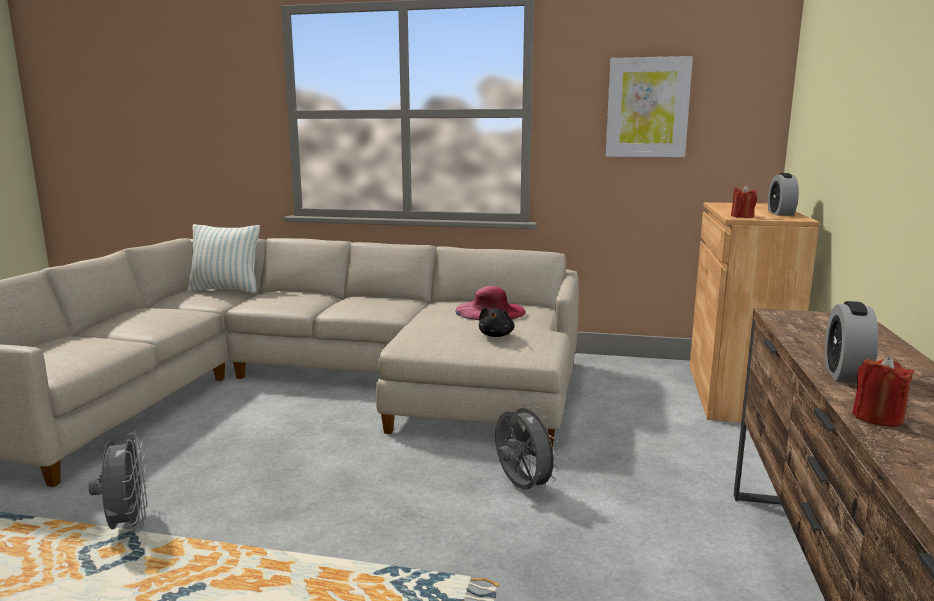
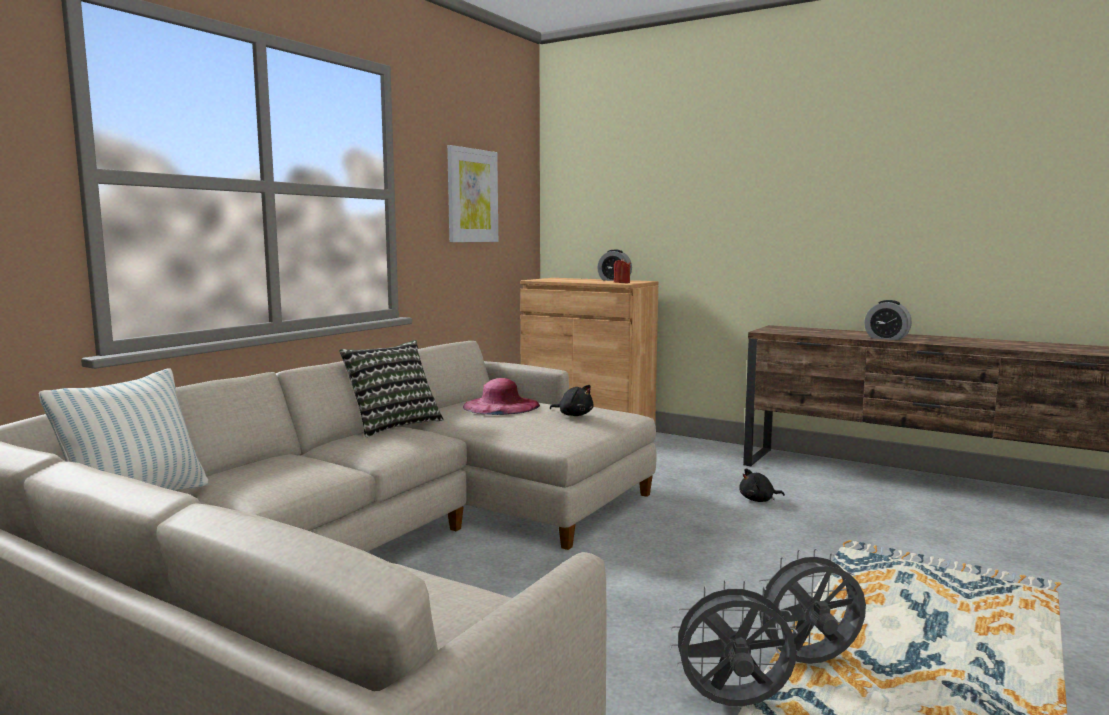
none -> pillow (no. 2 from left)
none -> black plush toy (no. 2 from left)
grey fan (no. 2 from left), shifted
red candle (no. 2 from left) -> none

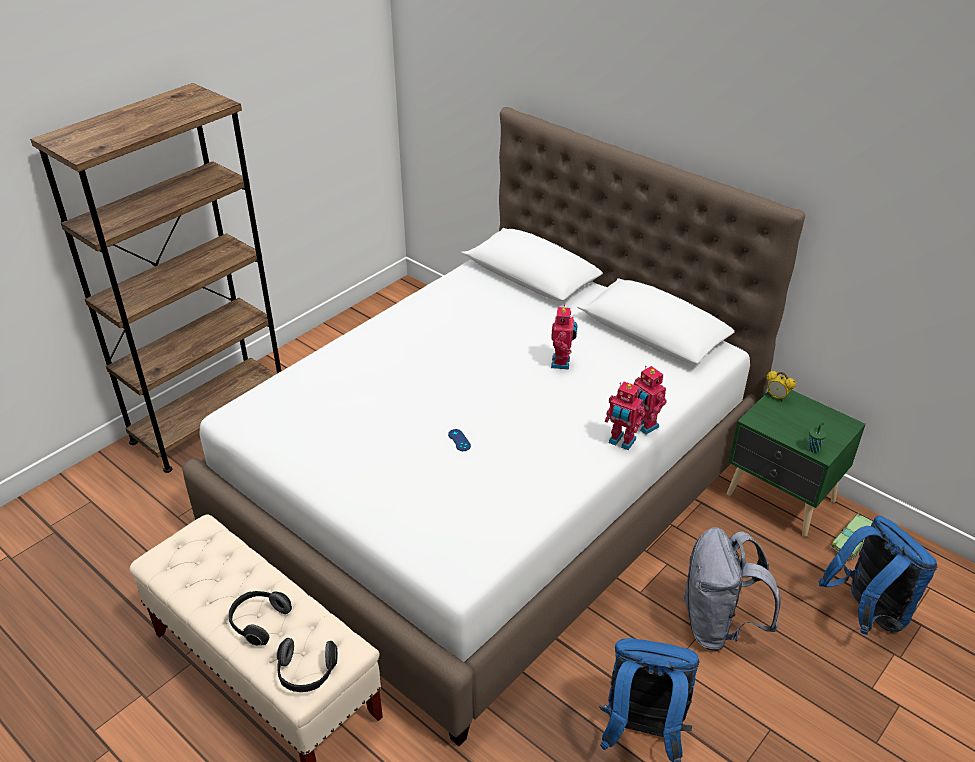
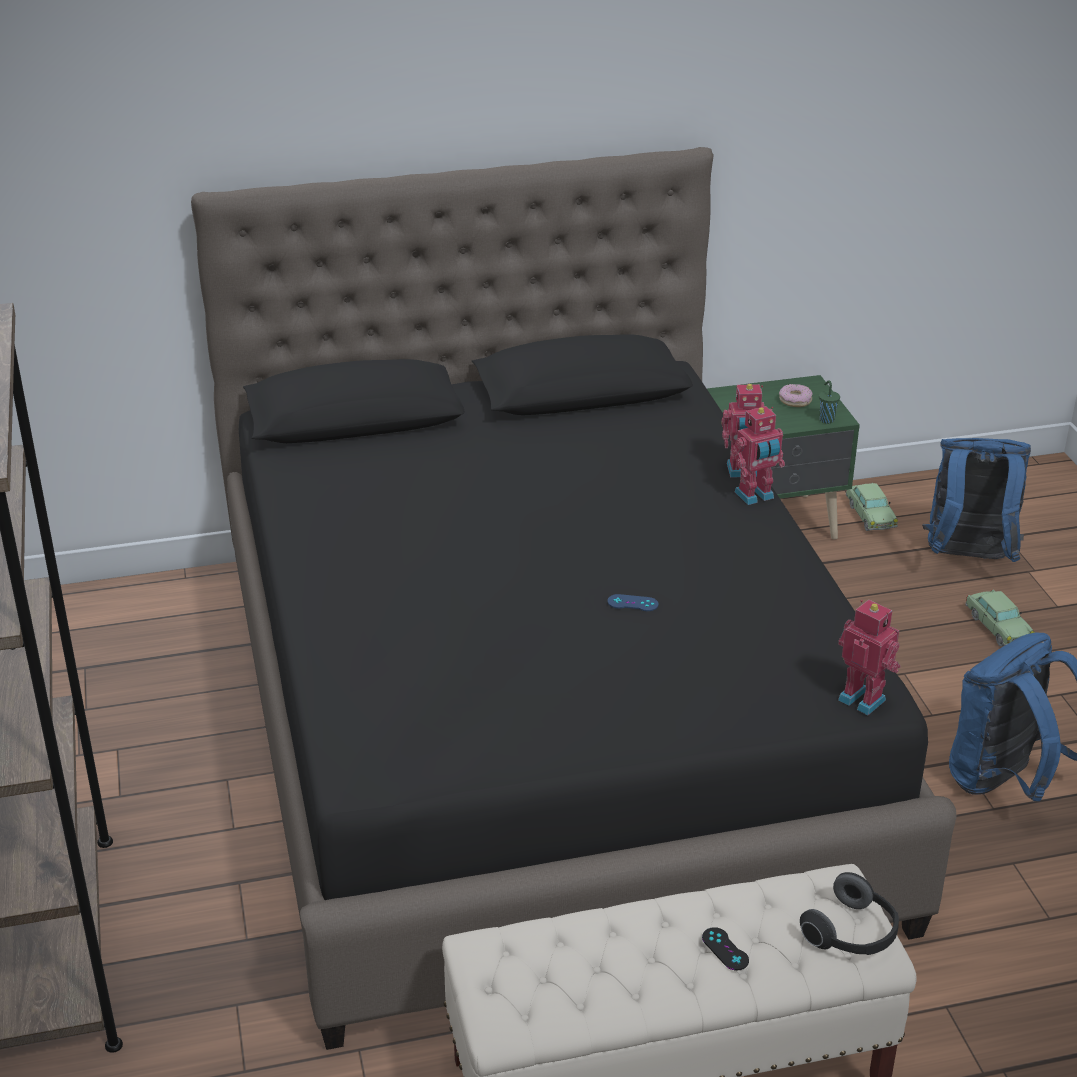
white bed -> black bed
headphones (no. 1 from left) -> black game controller
none -> donut
toy robot (no. 1 from left in the first image) -> toy robot (no. 3 from left), shifted
none -> toy car (no. 2 from left)
grey backpack -> none
alarm clock -> none

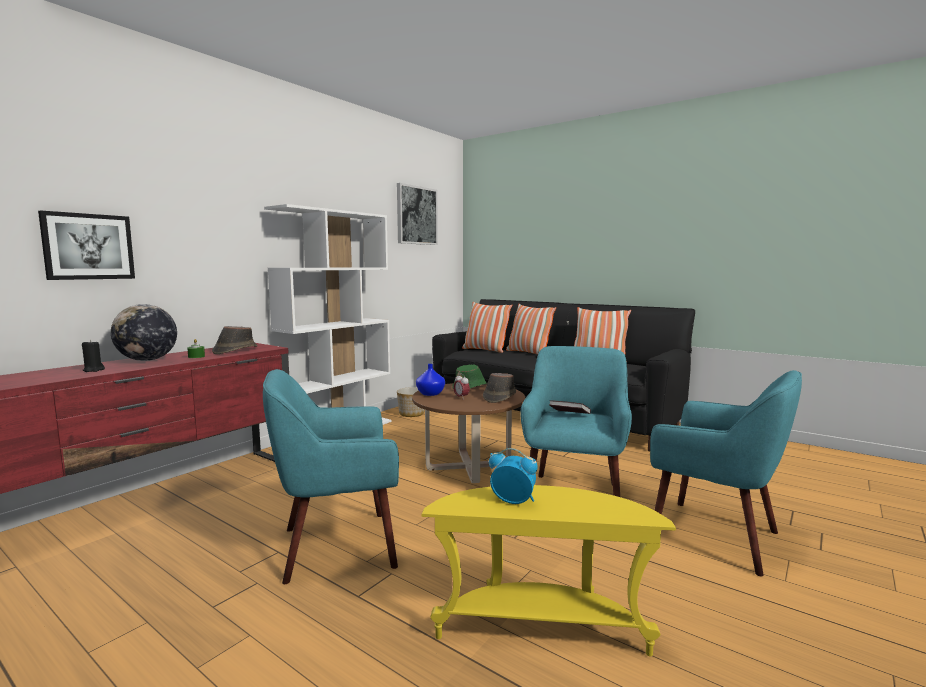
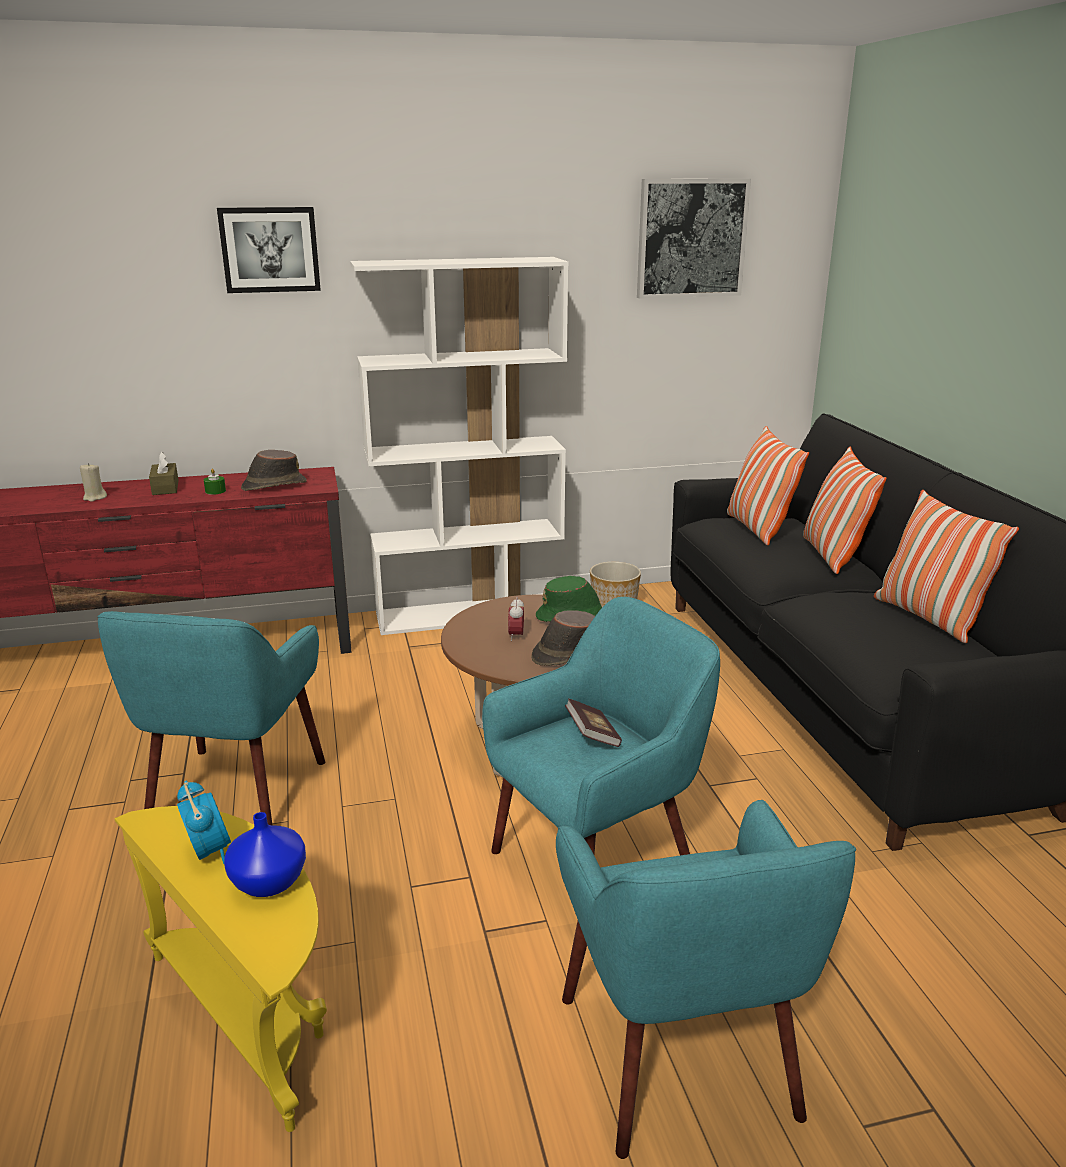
black candle -> beige candle
turquoise armchair (no. 1 from left), 105 degrees counterclockwise
globe -> brown tissue box
picture (no. 1 from left), shifted
blue vase, shifted

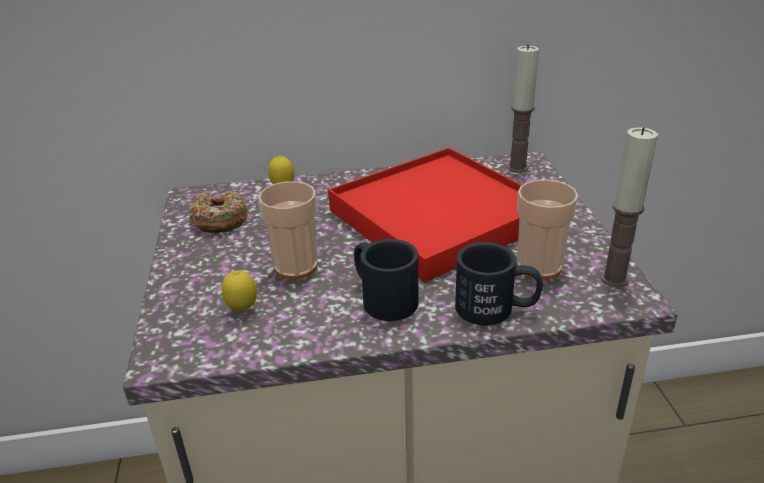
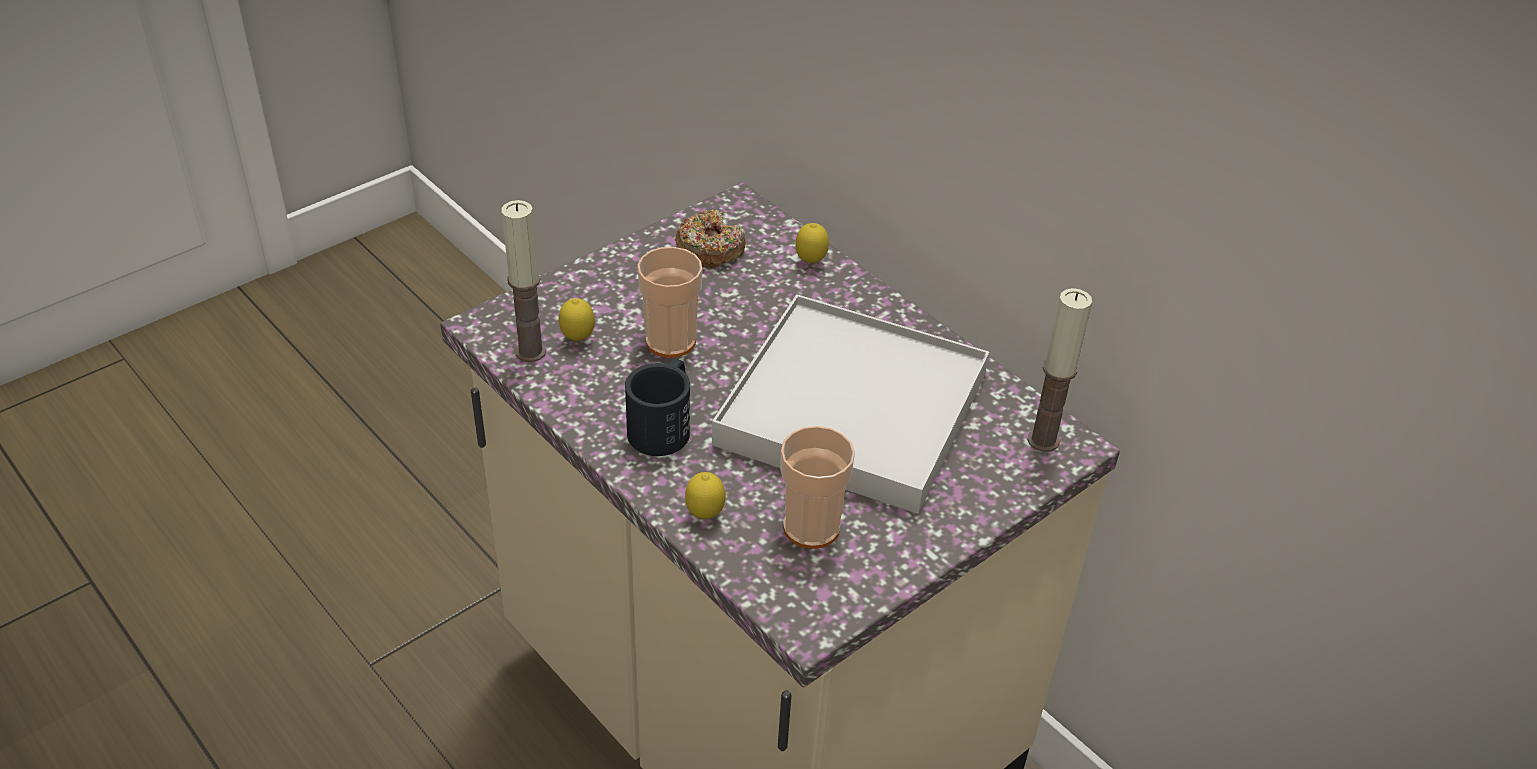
candle (no. 2 from left in the first image) -> candle (no. 1 from left), shifted
black mug (no. 2 from left) -> lemon (no. 2 from left)
red tray -> white tray

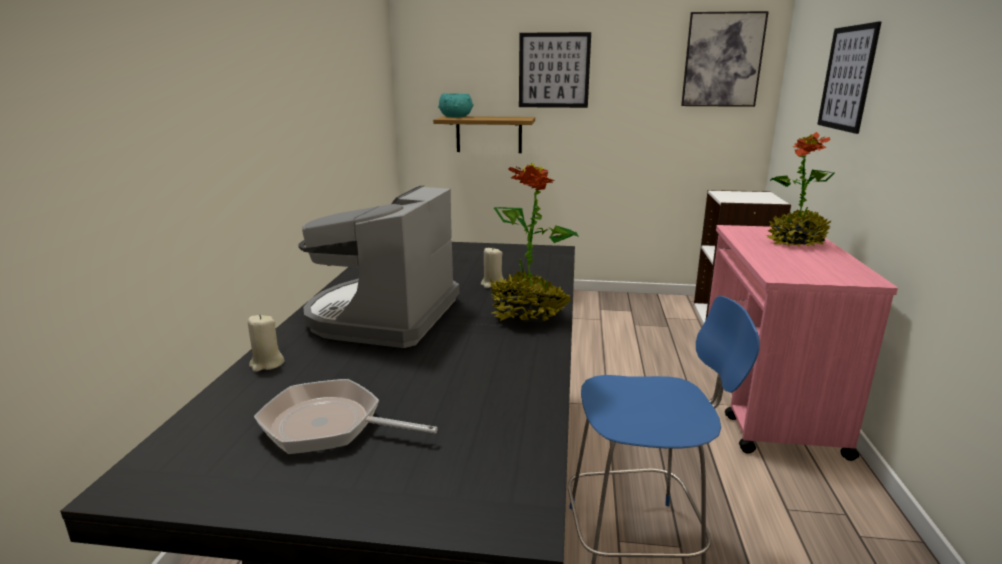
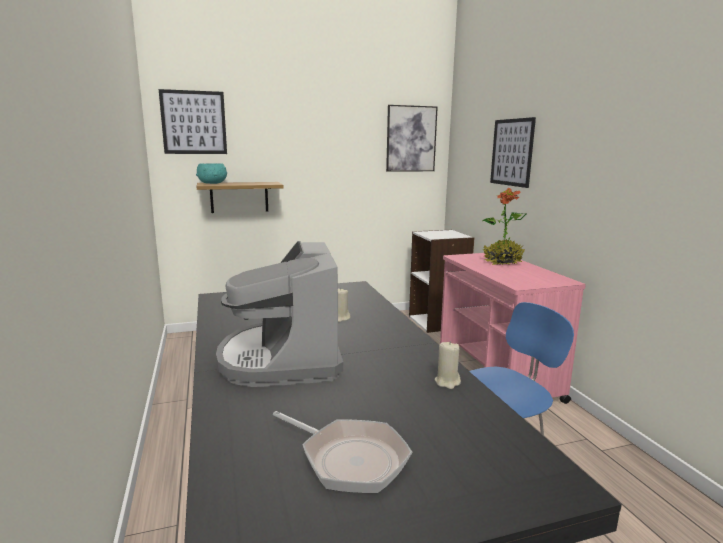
picture (no. 1 from left), shifted
frying pan, 135 degrees counterclockwise
beige candle (no. 1 from left in the first image) -> beige candle (no. 2 from left), shifted
potted plant (no. 1 from left) -> none

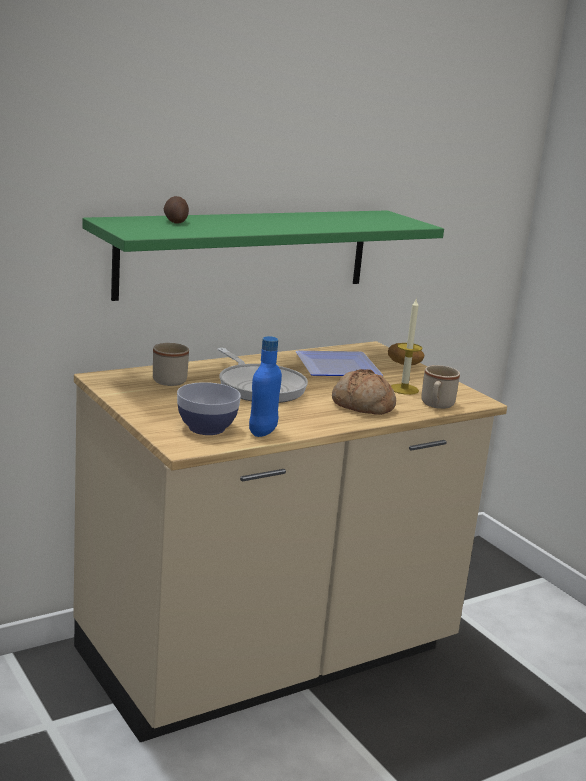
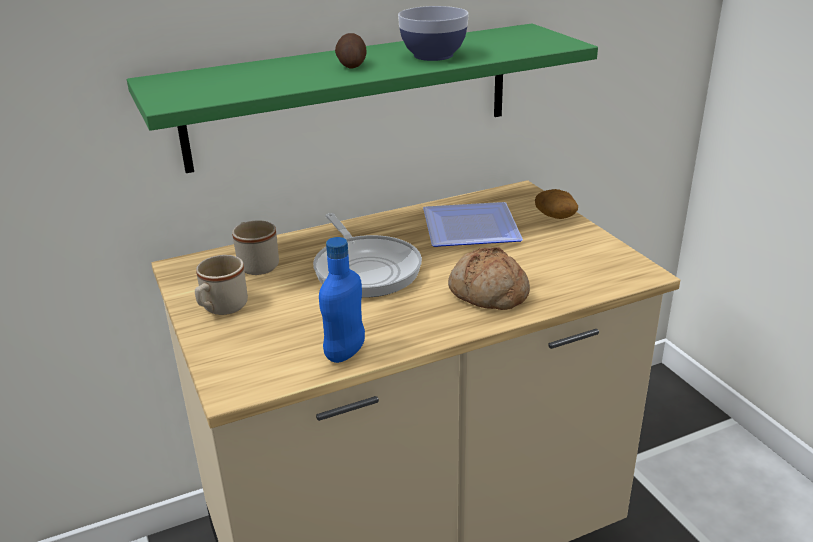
beige mug (no. 2 from left in the first image) -> beige mug (no. 1 from left), shifted
potato (no. 1 from left), shifted
bowl, shifted
candle -> none

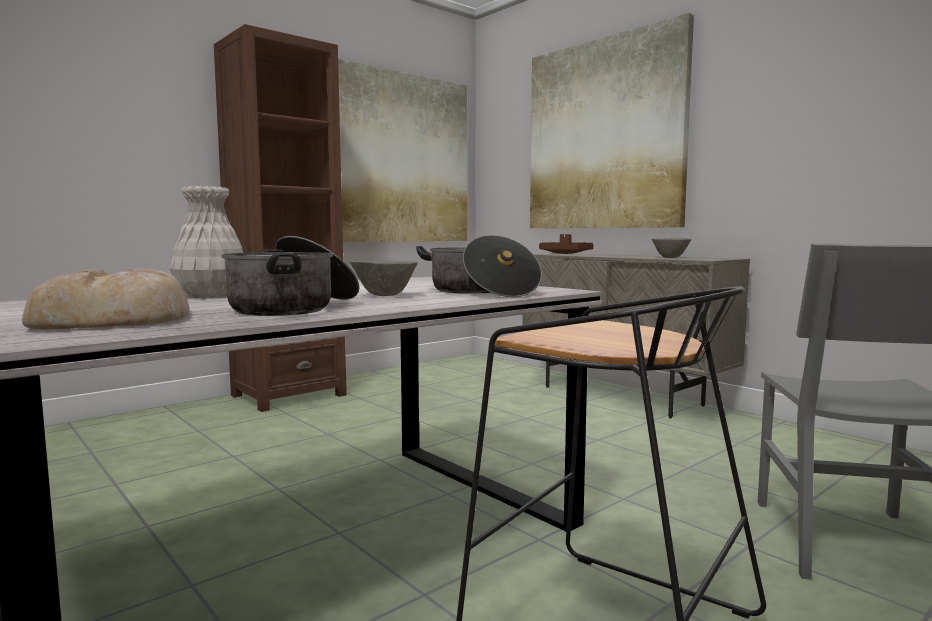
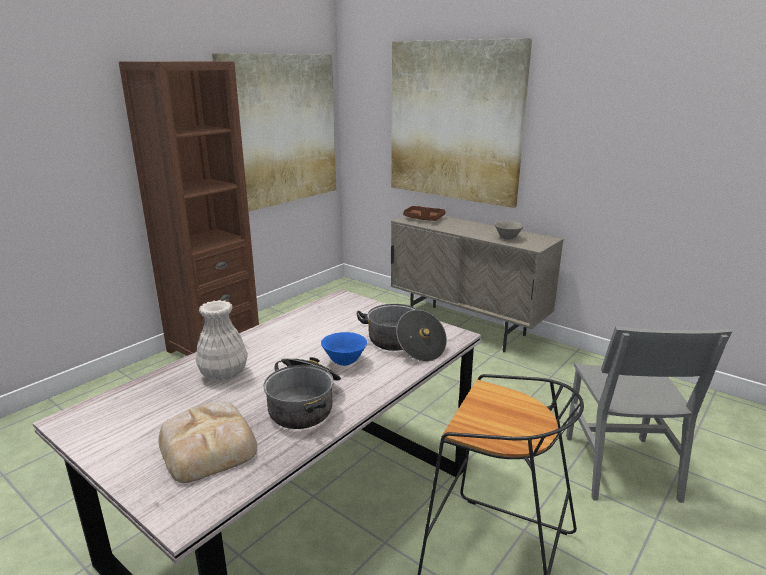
grey bowl (no. 1 from left) -> blue bowl

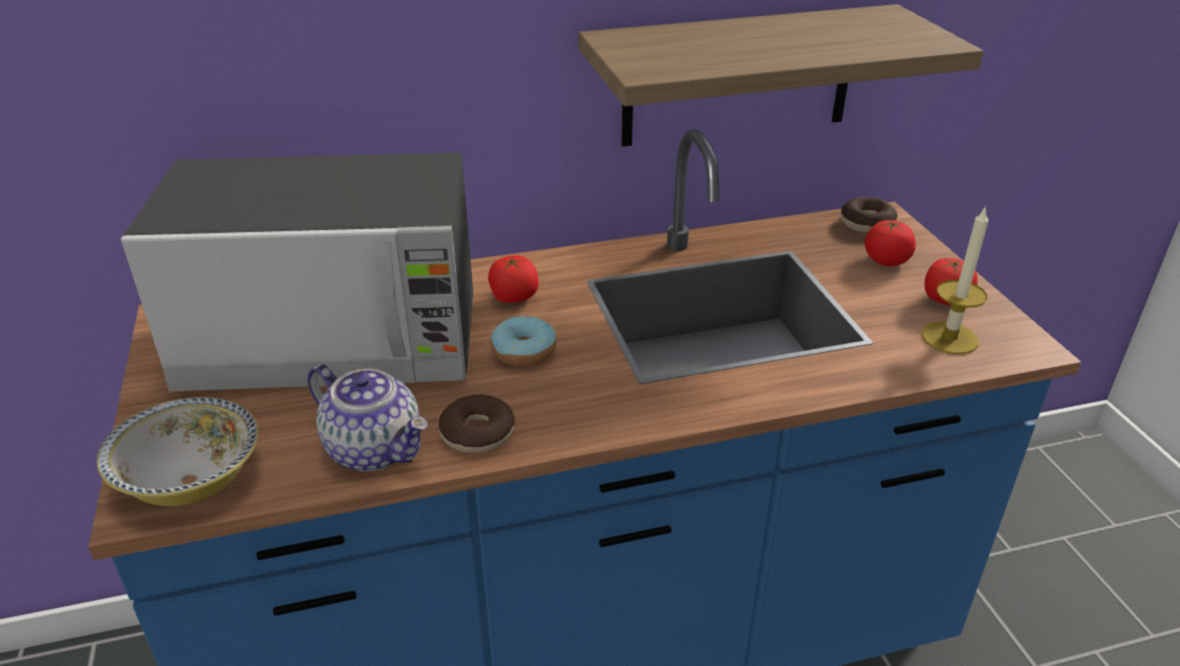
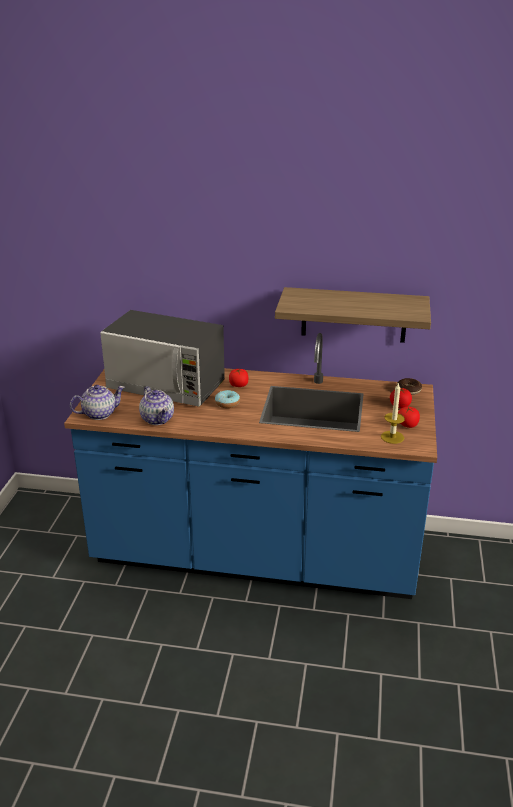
bowl -> teapot (no. 1 from left)
donut (no. 1 from left) -> none

